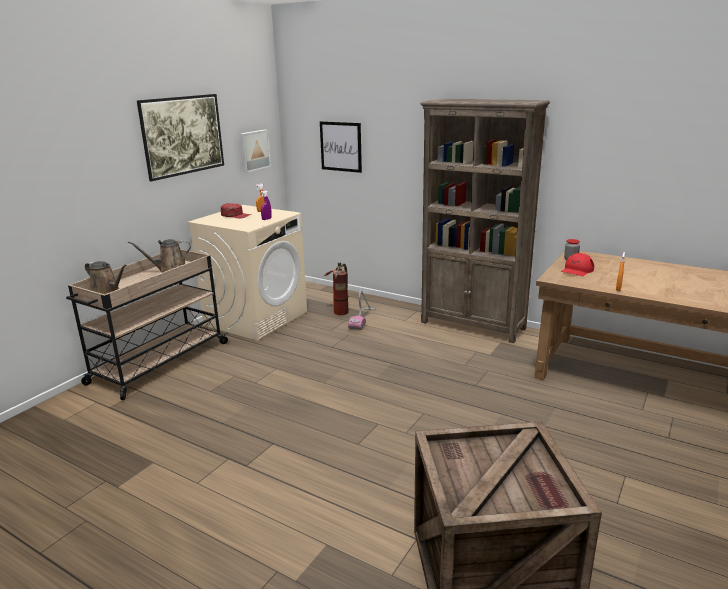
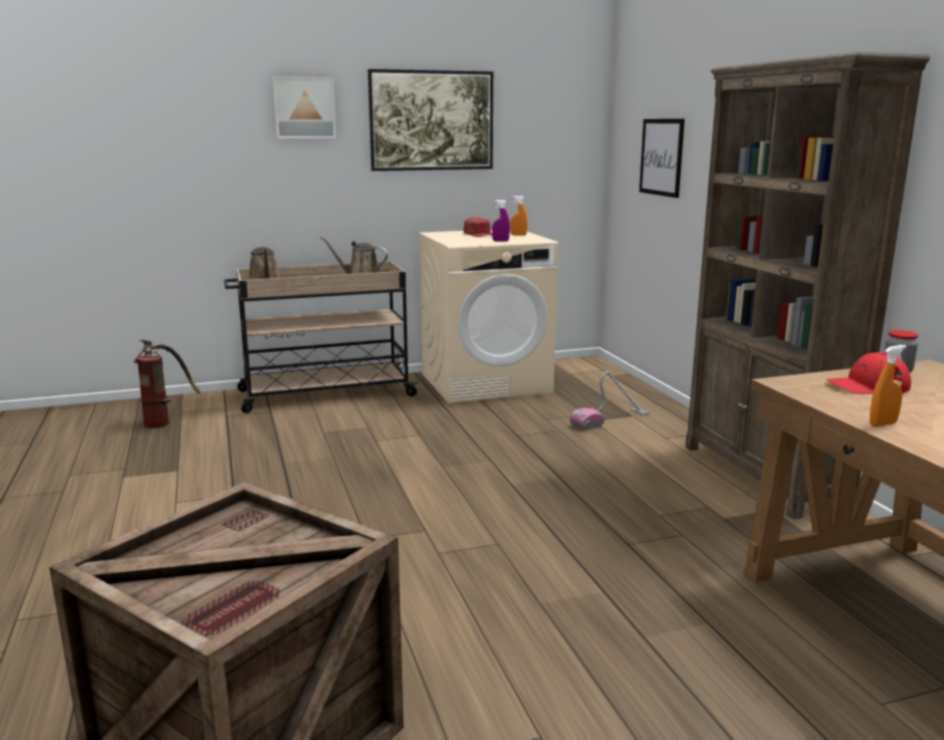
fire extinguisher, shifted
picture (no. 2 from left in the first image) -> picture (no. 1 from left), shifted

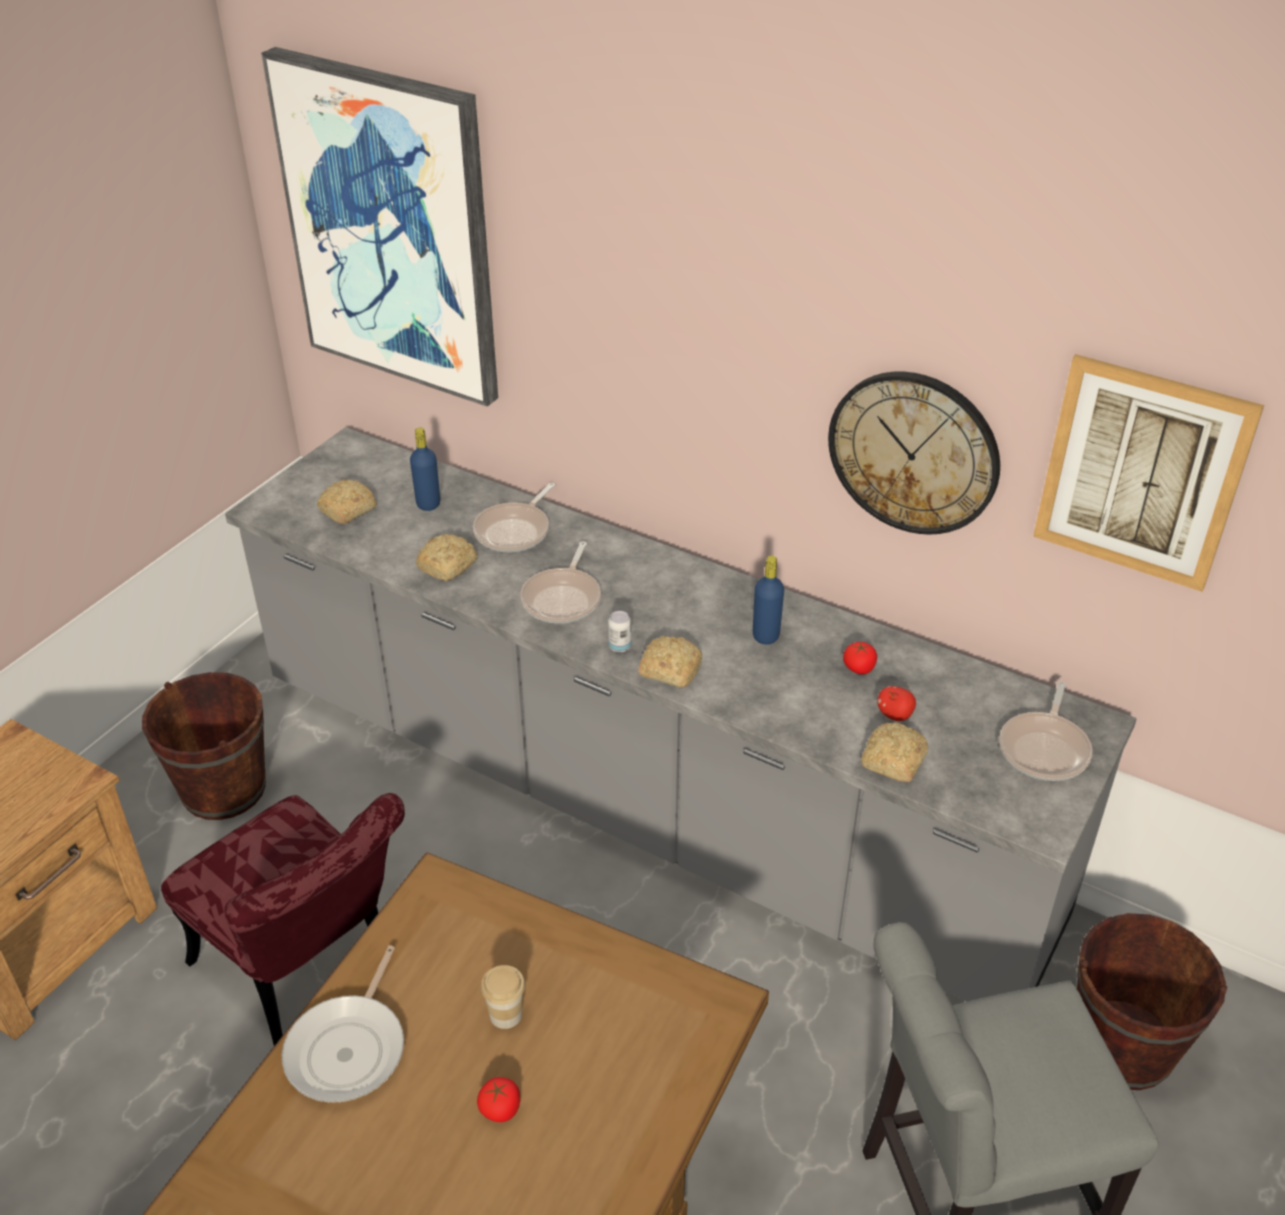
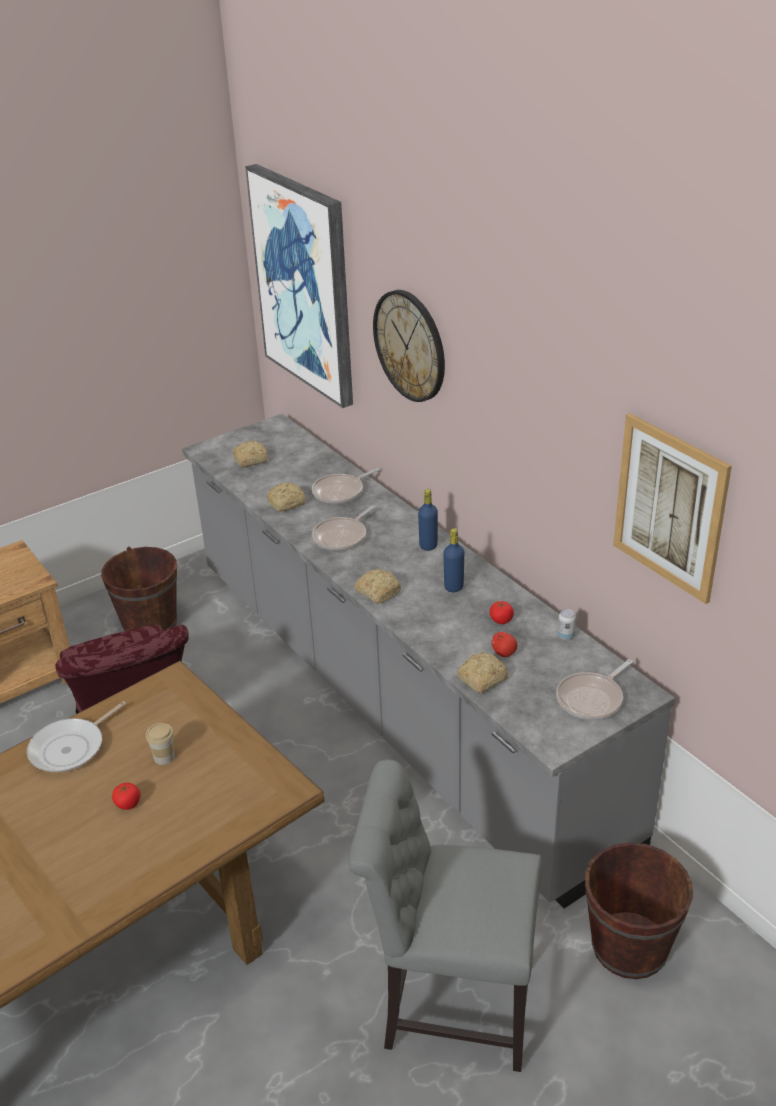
wall clock, shifted
blue bottle (no. 1 from left), shifted
can, shifted

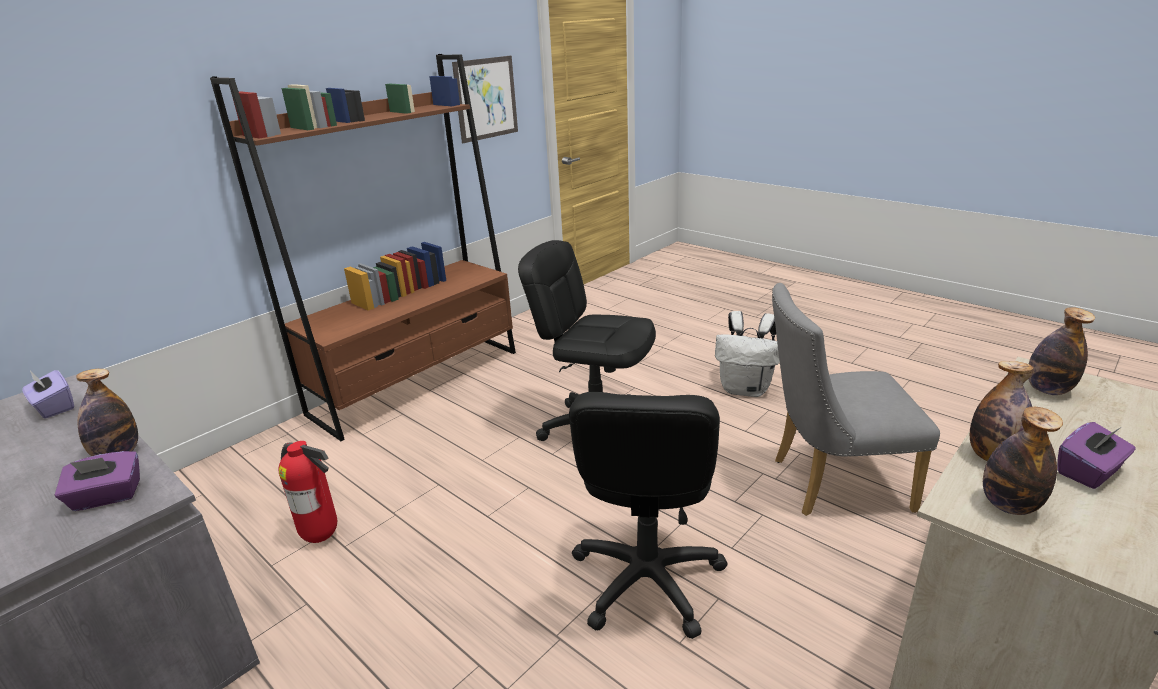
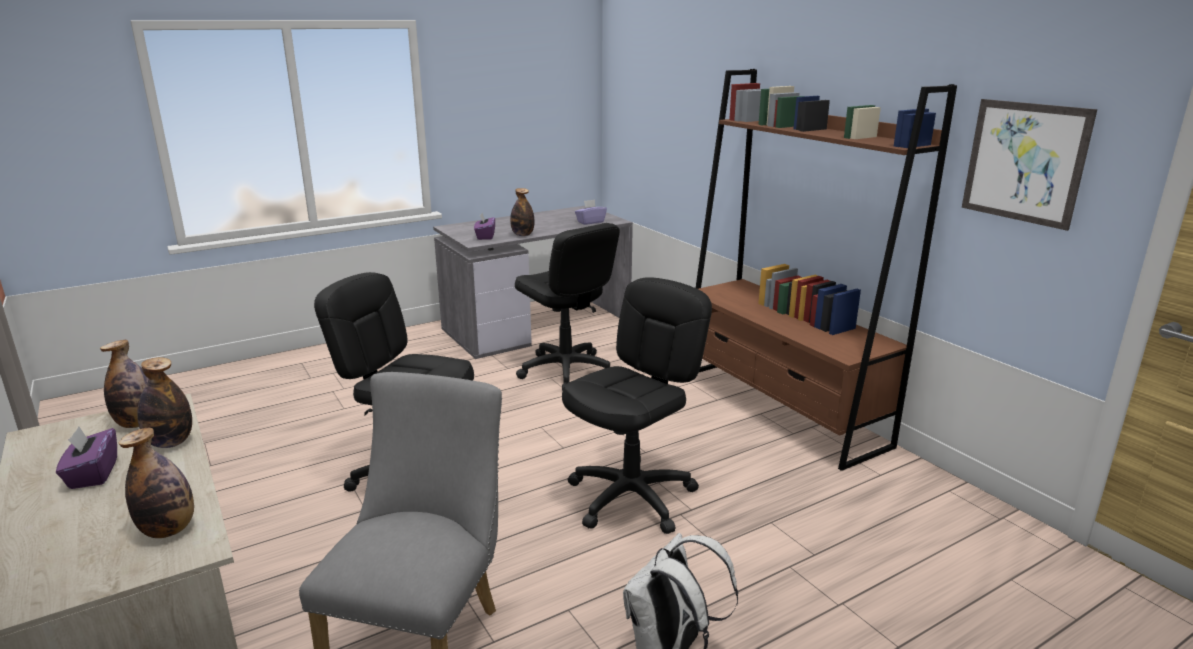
fire extinguisher -> black office chair (no. 2 from left)

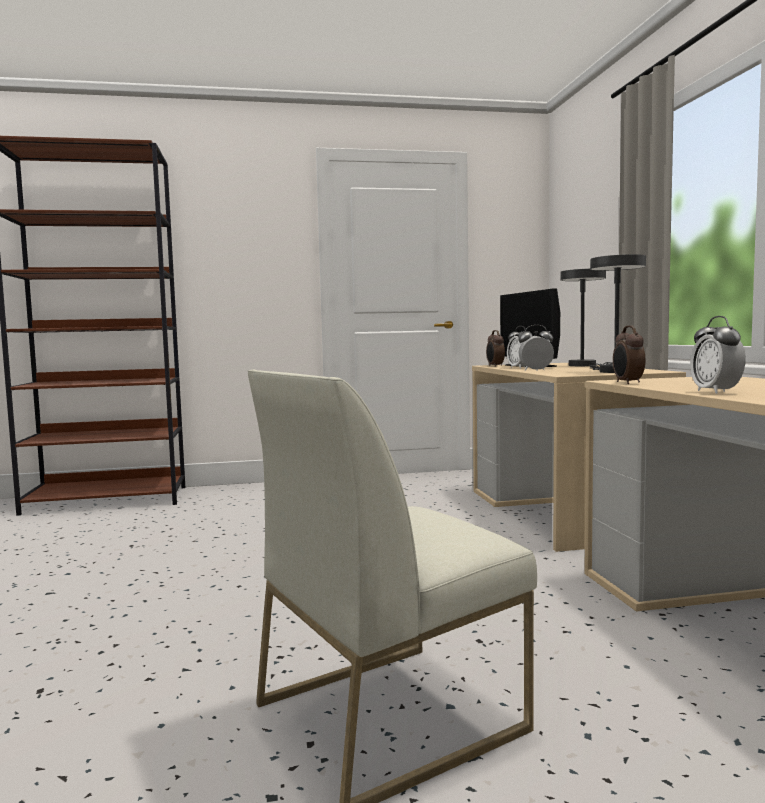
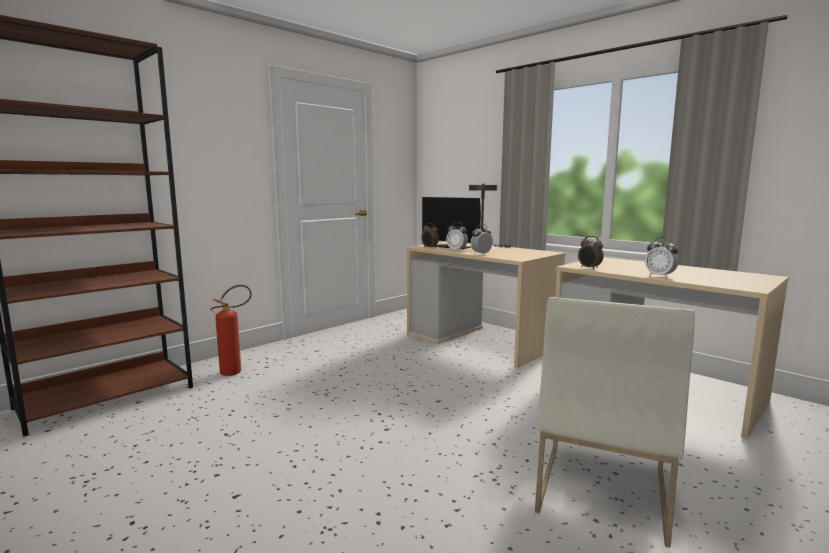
none -> fire extinguisher
grey table lamp (no. 2 from left) -> none

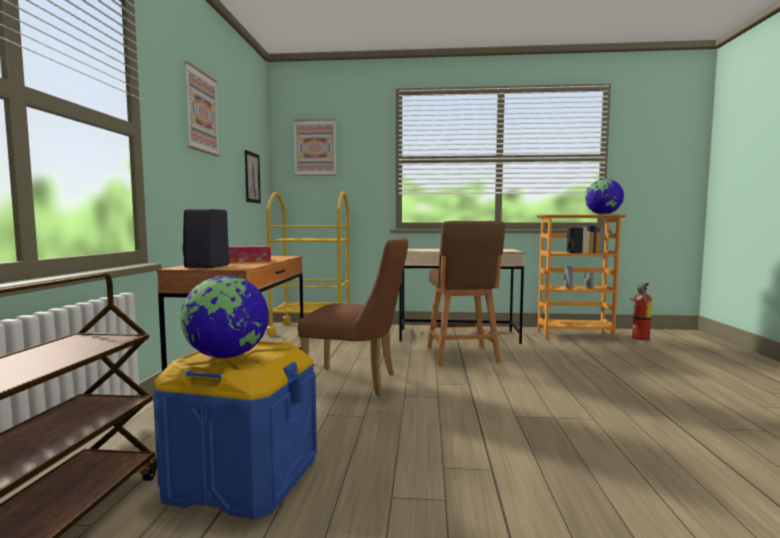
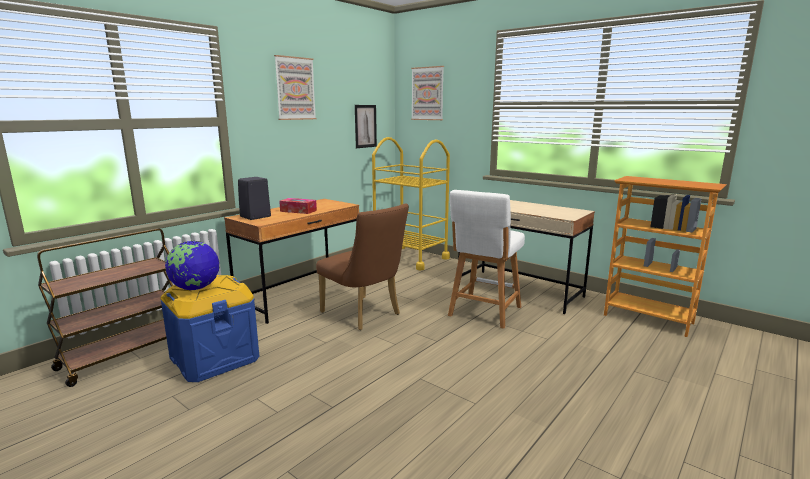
brown stool -> white stool
globe (no. 2 from left) -> none
fire extinguisher -> none

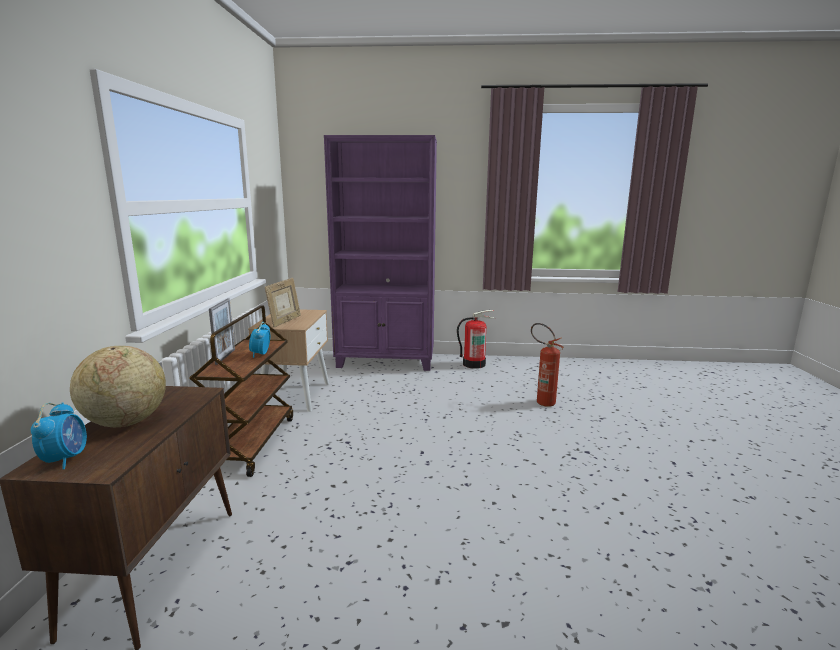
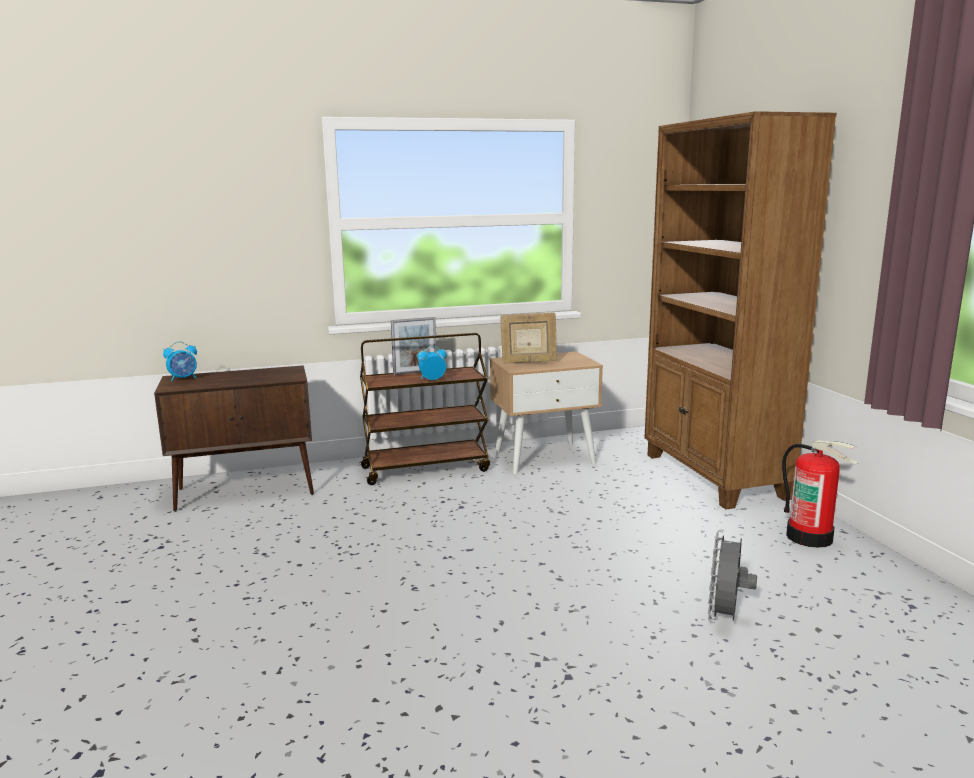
purple bookcase -> brown bookcase
fire extinguisher (no. 2 from left) -> grey fan
globe -> none

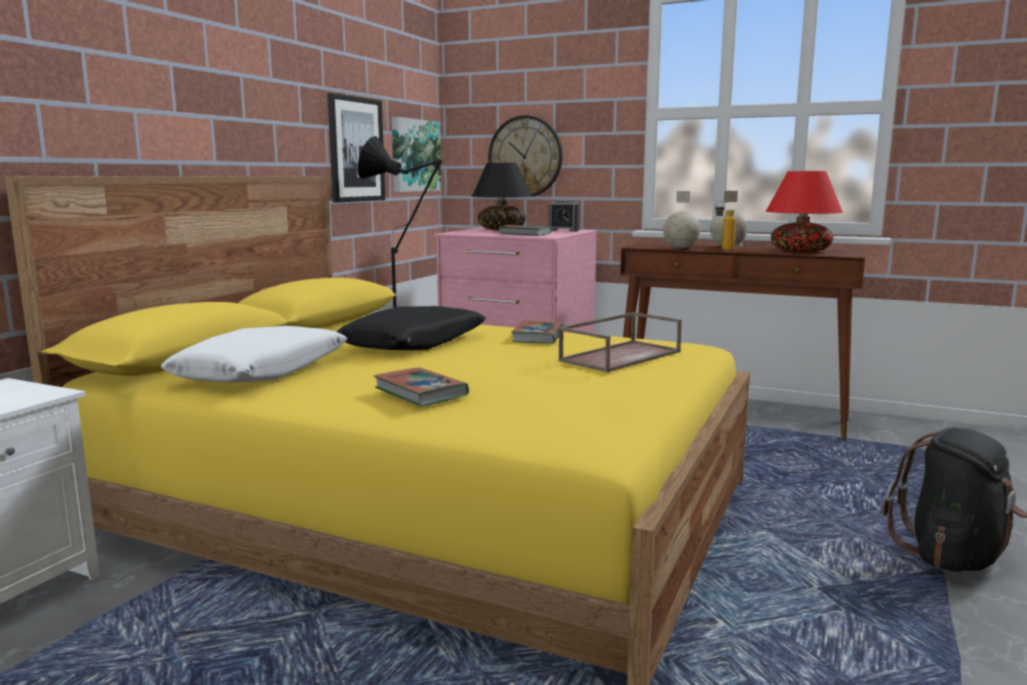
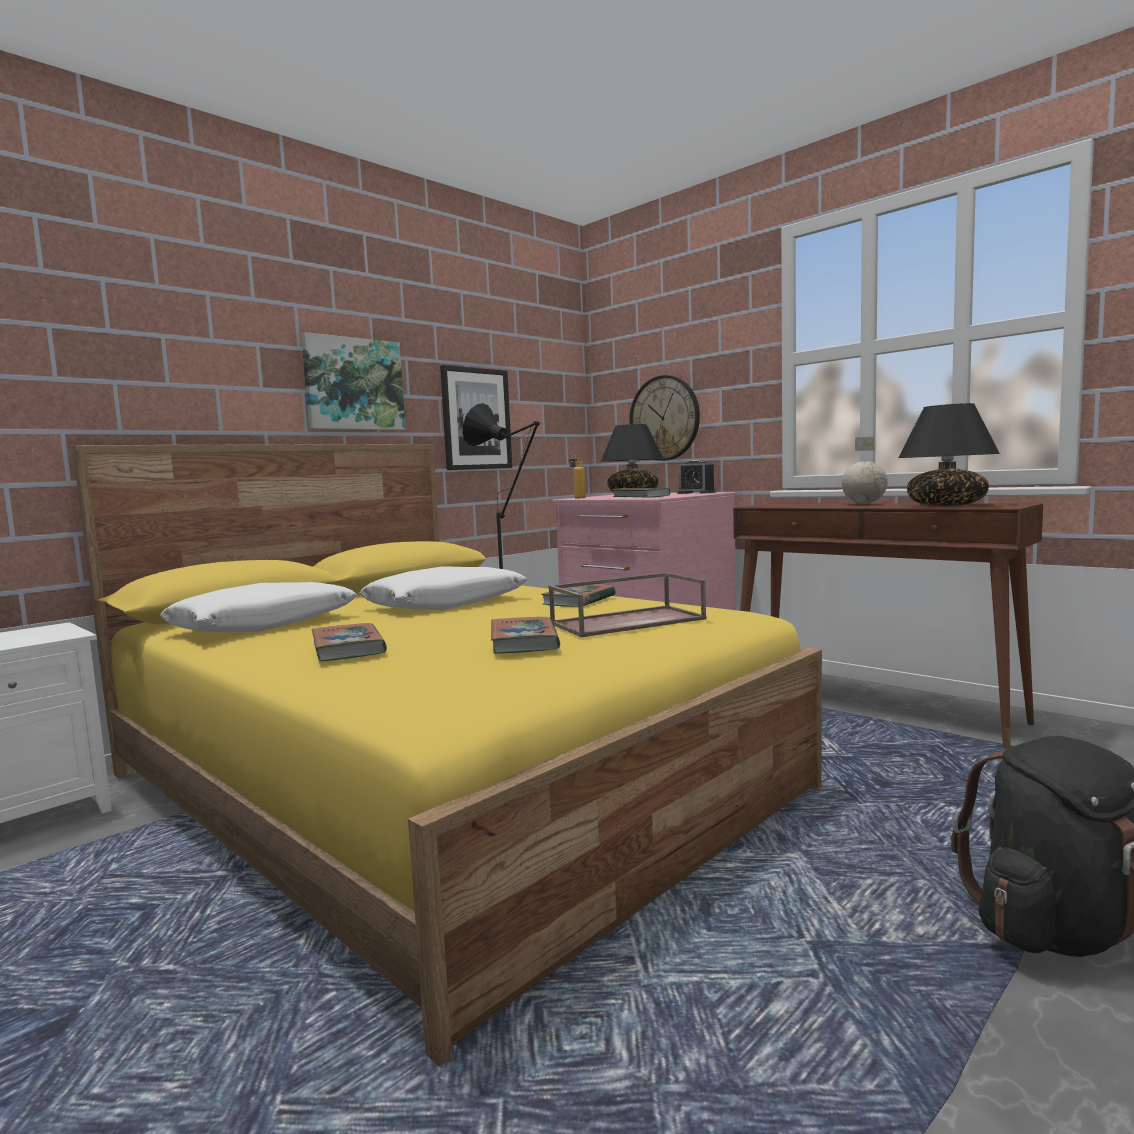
picture (no. 2 from left in the first image) -> picture (no. 1 from left), shifted
black pillow -> white pillow (no. 2 from left)
none -> book (no. 2 from left)
bottle, shifted
red table lamp -> black table lamp (no. 2 from left)
globe (no. 1 from left) -> none

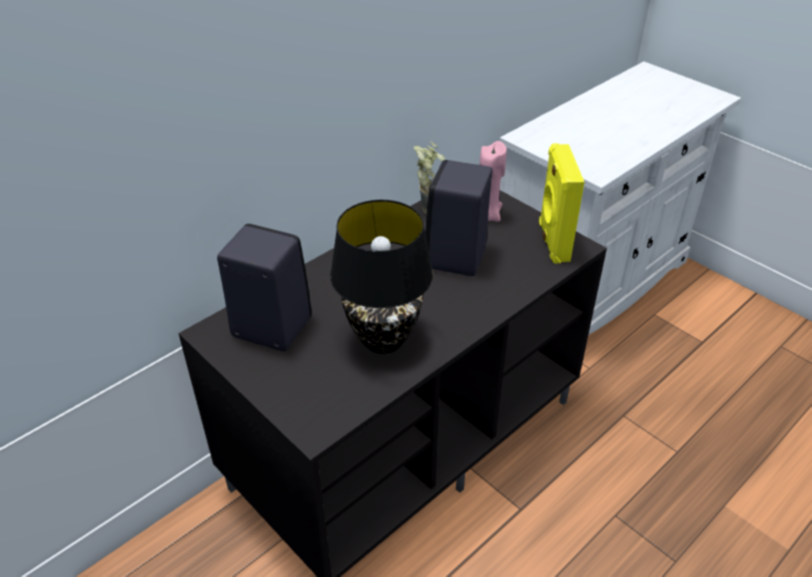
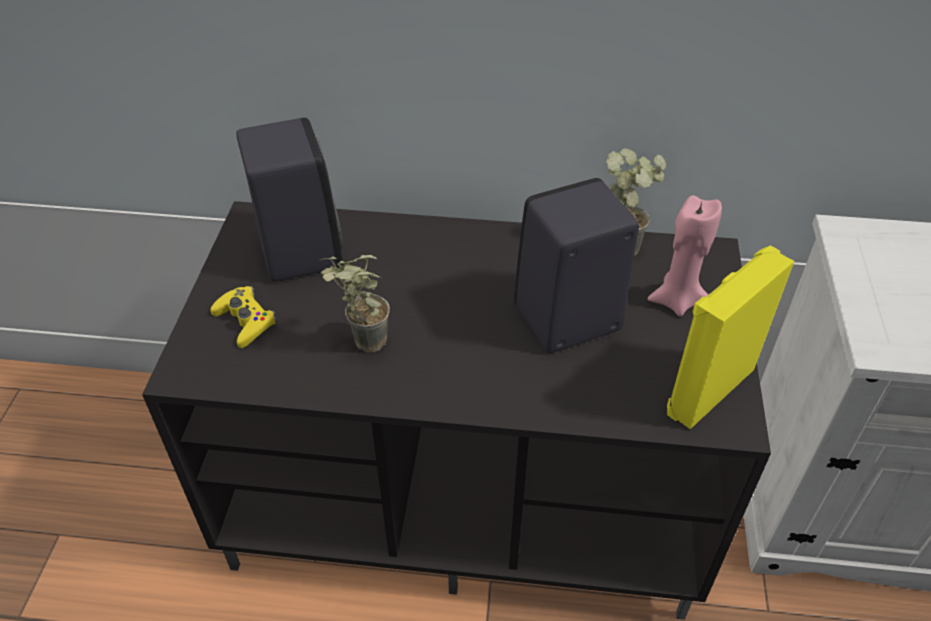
none -> yellow game controller
black table lamp -> potted plant (no. 1 from left)

